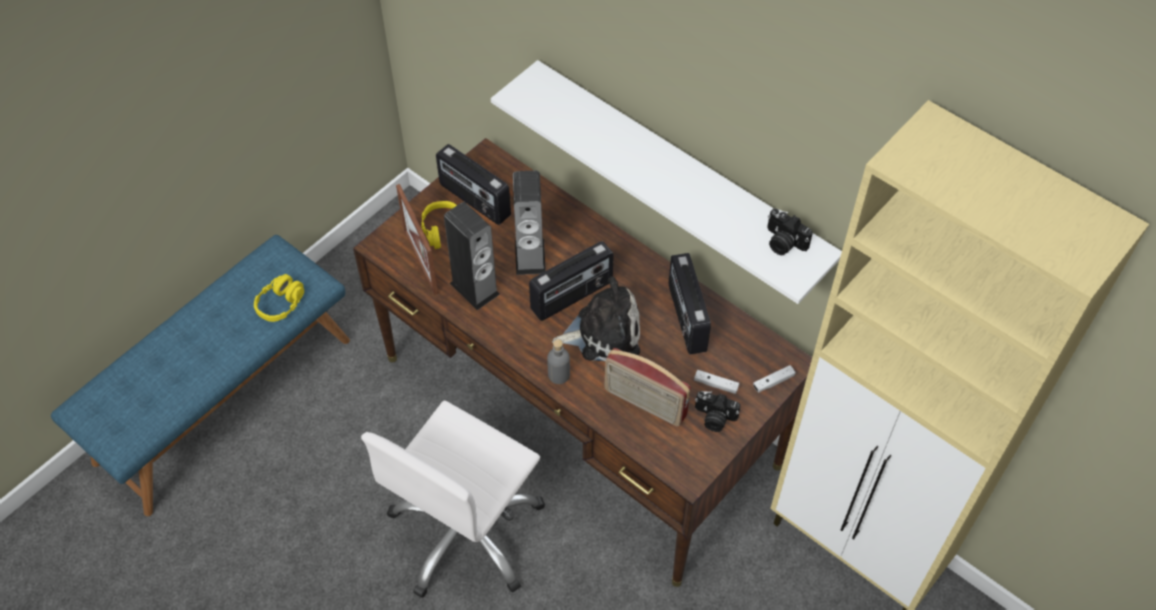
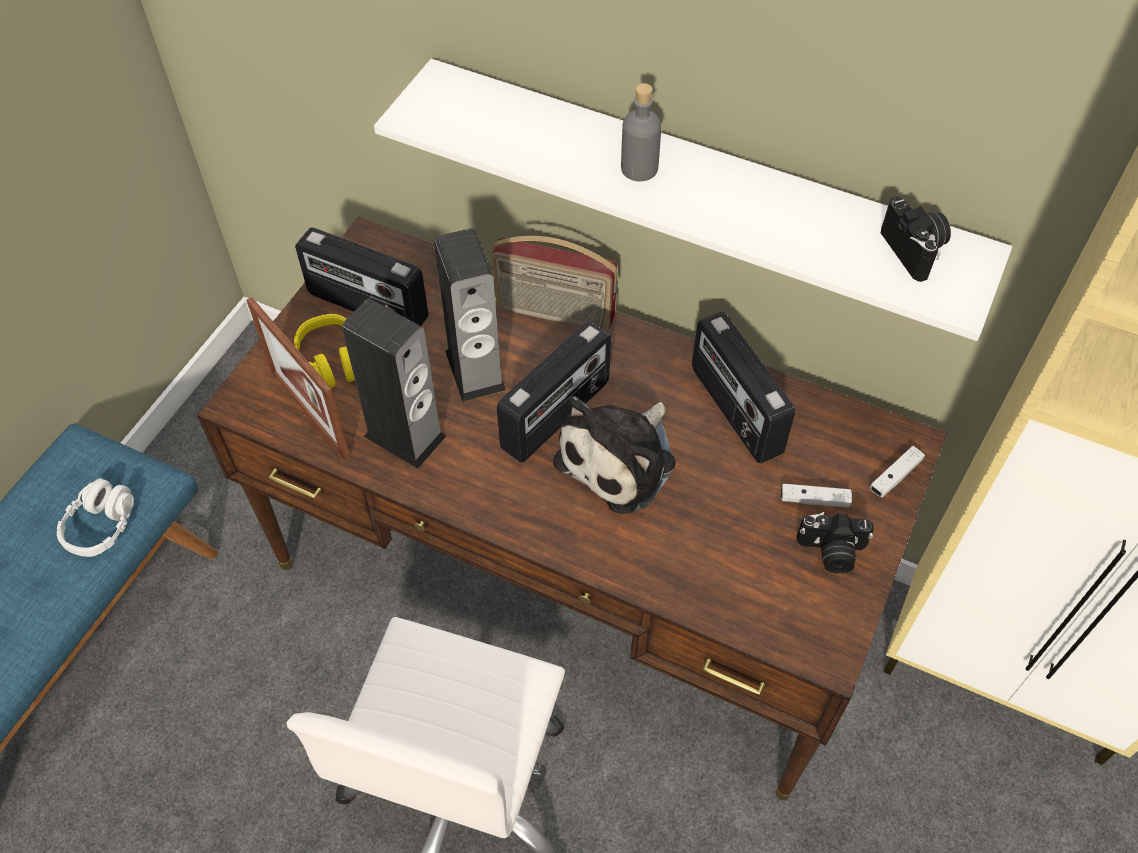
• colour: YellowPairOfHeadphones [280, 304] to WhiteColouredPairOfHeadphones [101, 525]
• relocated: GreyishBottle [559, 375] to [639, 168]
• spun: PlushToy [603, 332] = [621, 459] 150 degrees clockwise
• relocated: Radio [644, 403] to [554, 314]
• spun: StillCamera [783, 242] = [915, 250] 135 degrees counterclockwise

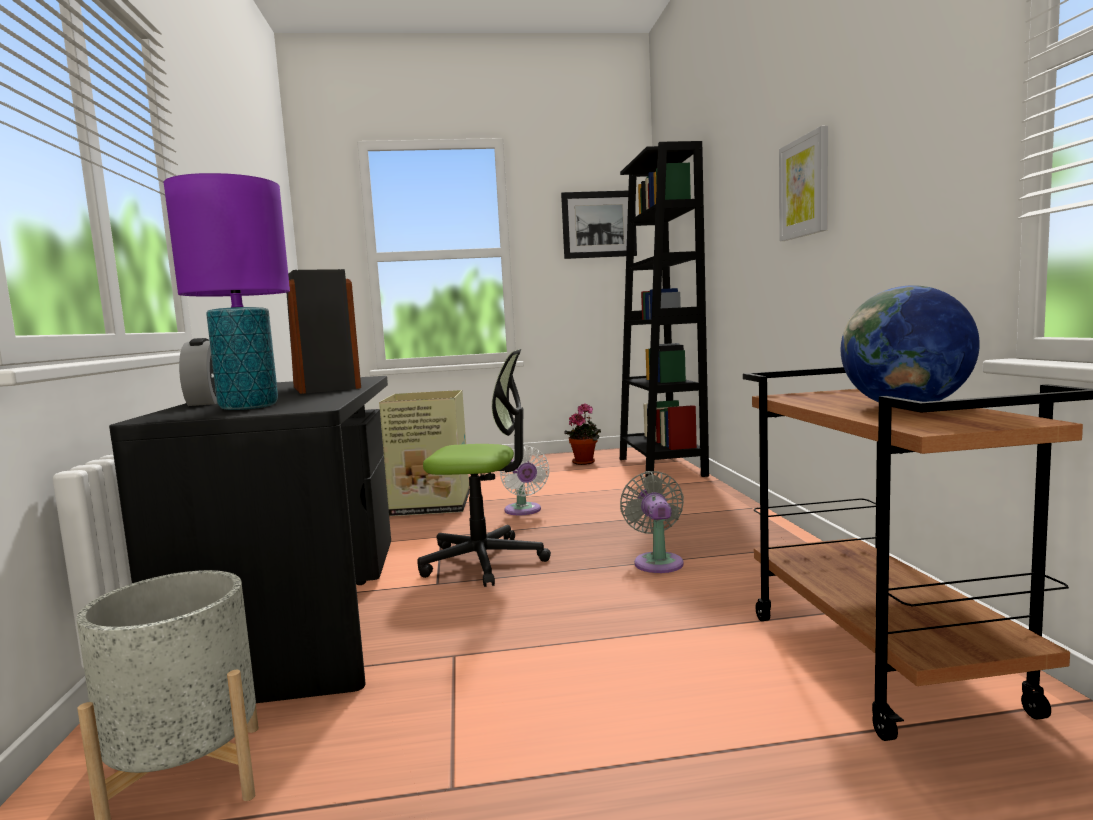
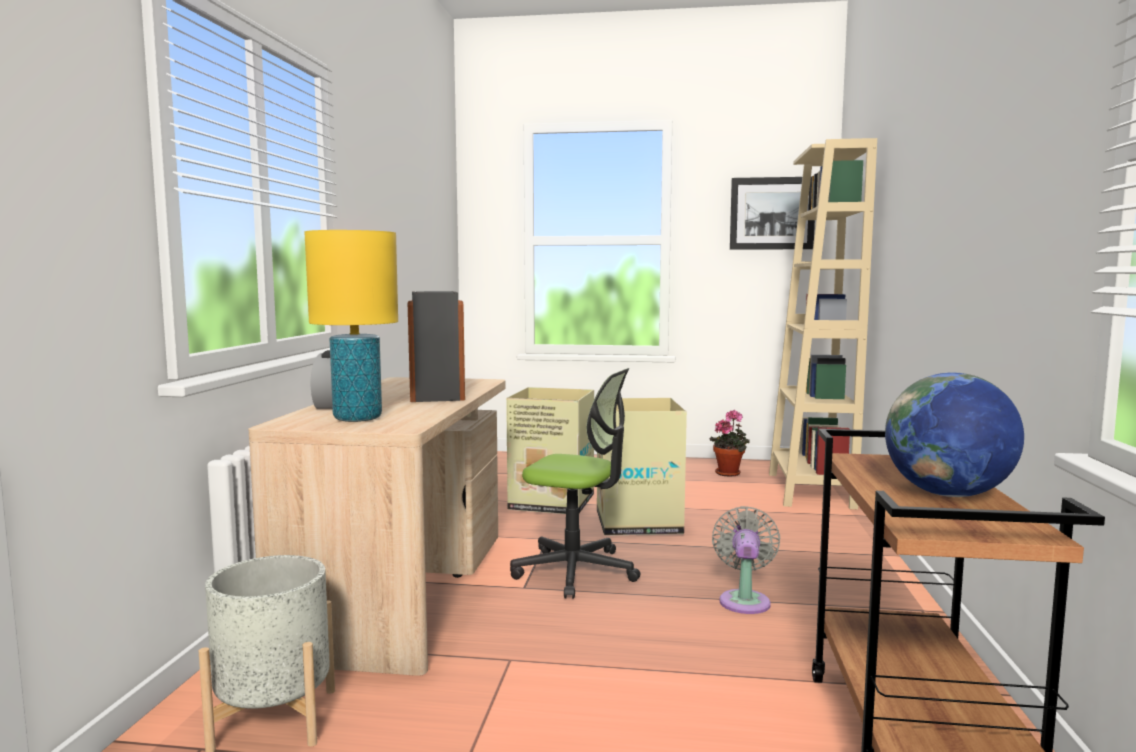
• colour: BlackDeskTable [307, 607] to BeigeDeskTable [405, 591]
• colour: PurpleTabletopLamp [248, 407] to YellowTabletopLamp [357, 418]
• exchanged: WhiteColouredFan [523, 511] to PackingBox [638, 522]
• colour: BlackShelvingUnit [661, 467] to BeigeShelvingUnit [810, 490]
• missing: WallArt [805, 187]

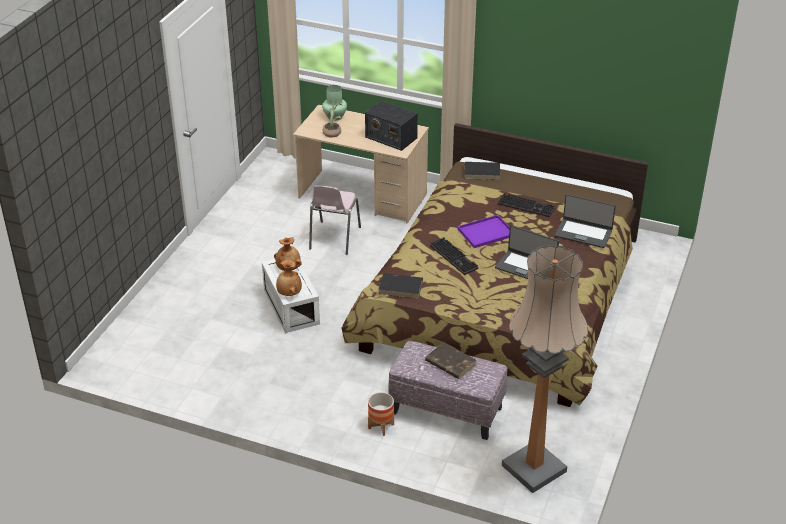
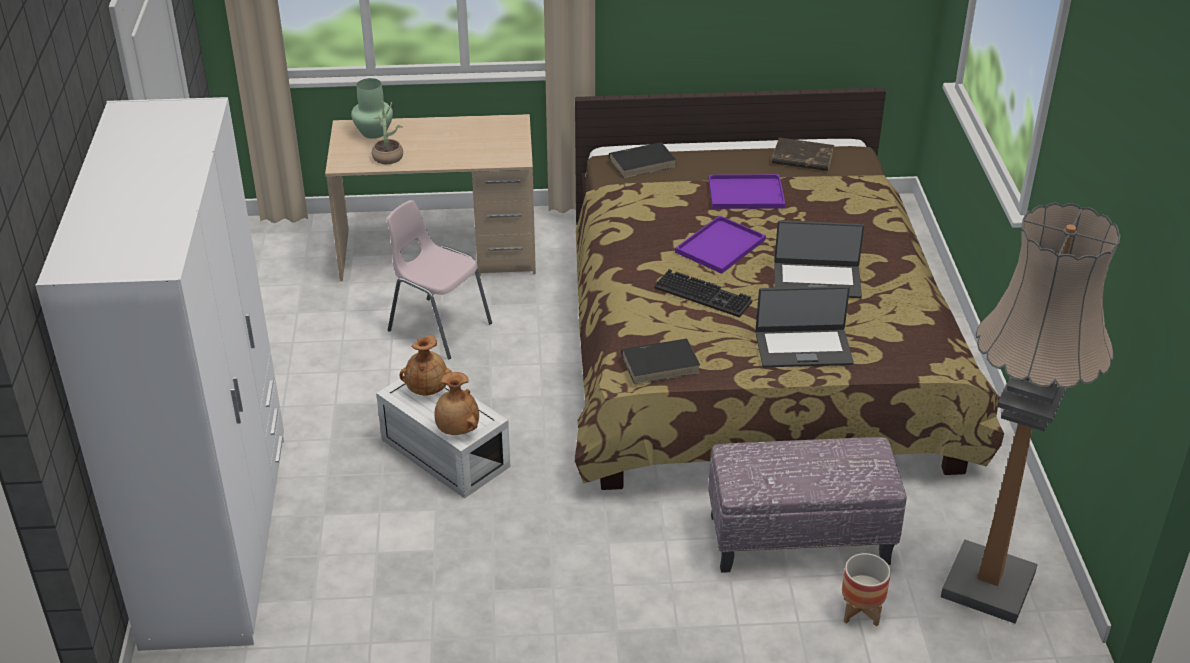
• spun: PinkishChair [334, 238] = [438, 327] 135 degrees clockwise
• missing: Radio [391, 137]
• relocated: PlantPot [381, 426] to [861, 612]
• relocated: BrownColouredBoundBook [450, 363] to [801, 158]
• exchanged: ComputerKeyboard [527, 206] to PurpleTray [747, 193]
• relocated: PortableComputer [583, 233] to [803, 348]
• appeared: WhiteColouredWardrobe [218, 537]

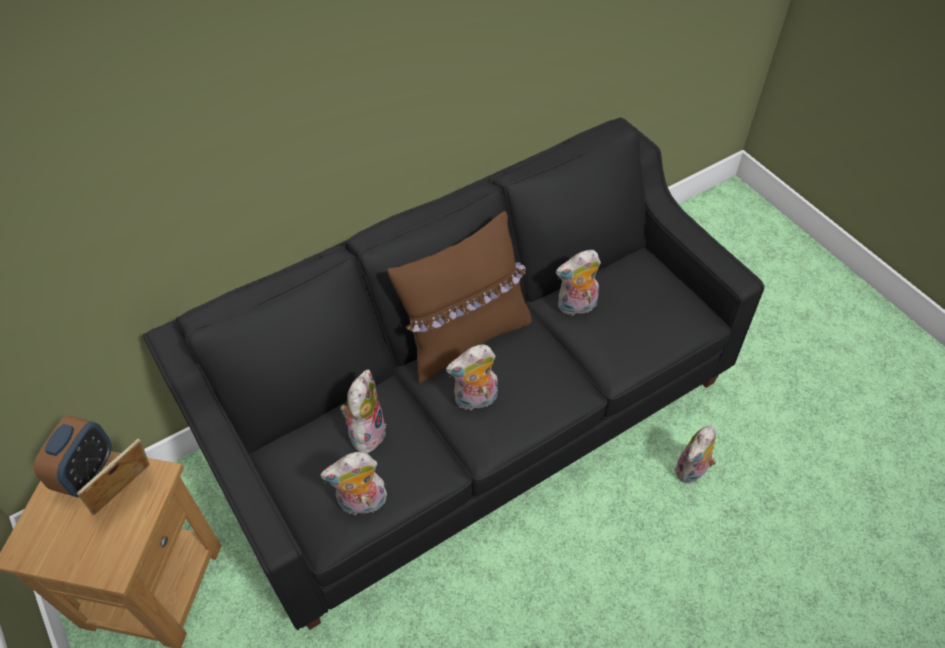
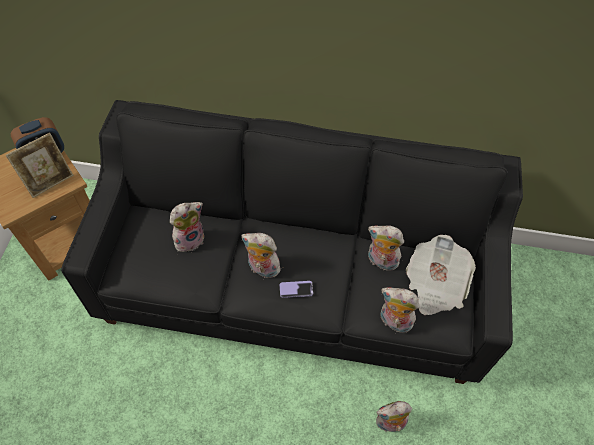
• spun: PhotoFrame [129, 496] = [49, 181] 150 degrees clockwise
• relocated: PlushToy [362, 504] to [393, 322]
• missing: BrownColouredCushion [465, 337]
• appeared: Handset [296, 290]
• appeared: PrintedPaper [435, 285]

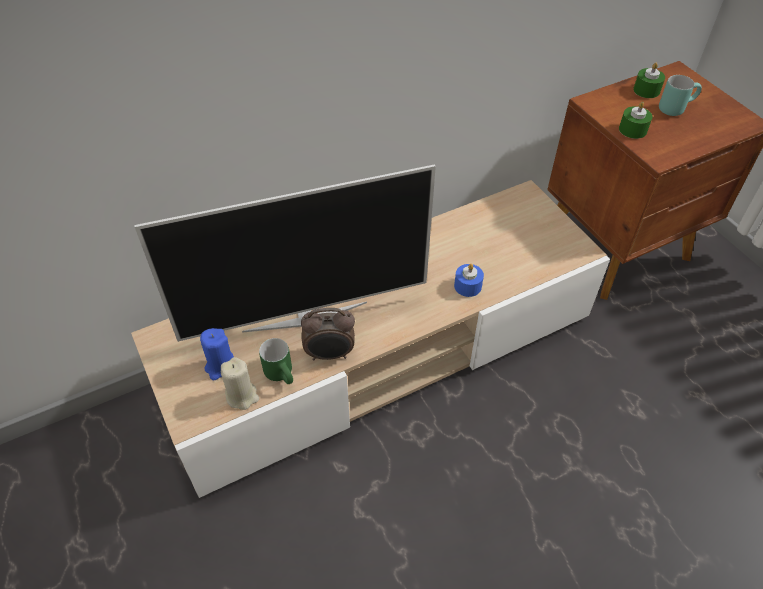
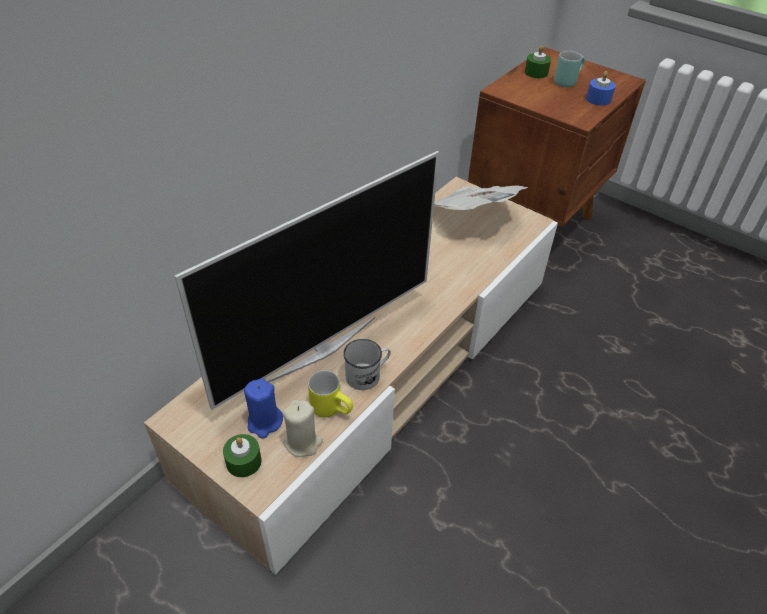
• colour: GreenMug [283, 374] to YellowMug [333, 408]
• exchanged: BedsideClock [330, 354] to WhiteColouredMug [367, 375]
• relocated: BluishCandle [467, 286] to [598, 99]
• relocated: GreenCandle [632, 130] to [243, 461]
• appeared: PrintedPaper [473, 216]

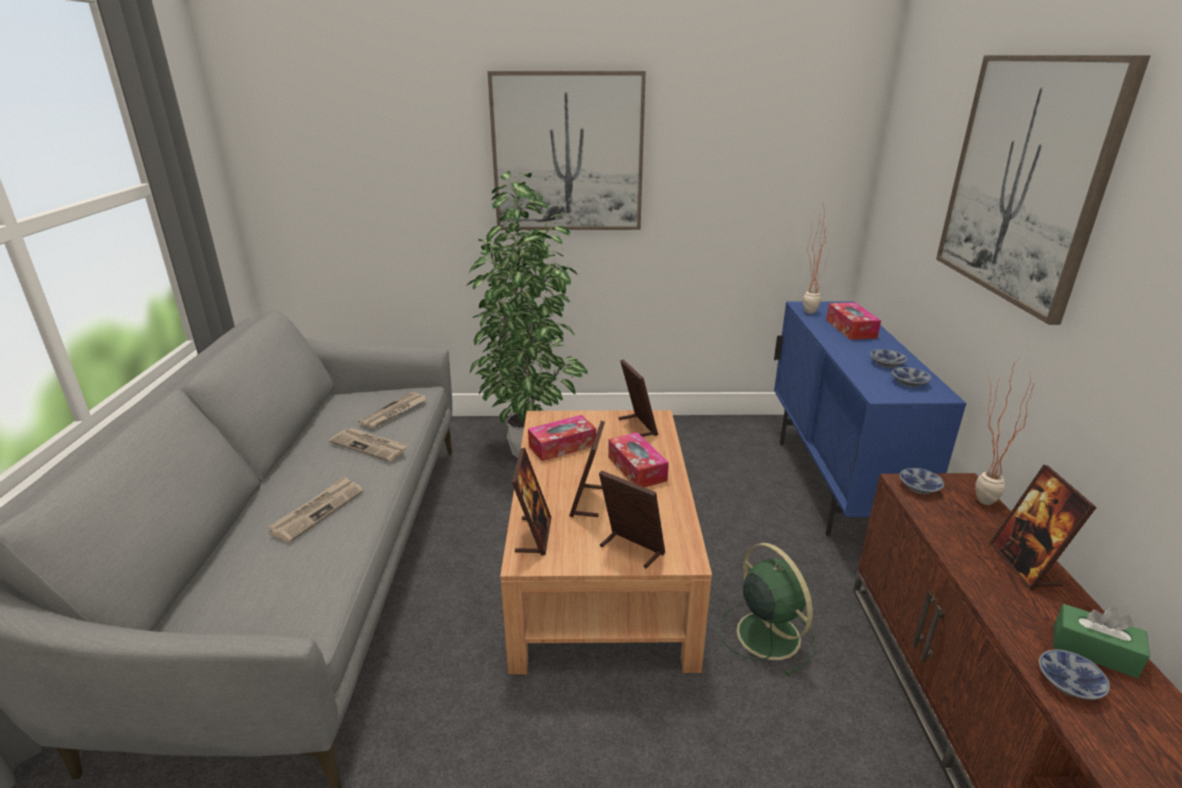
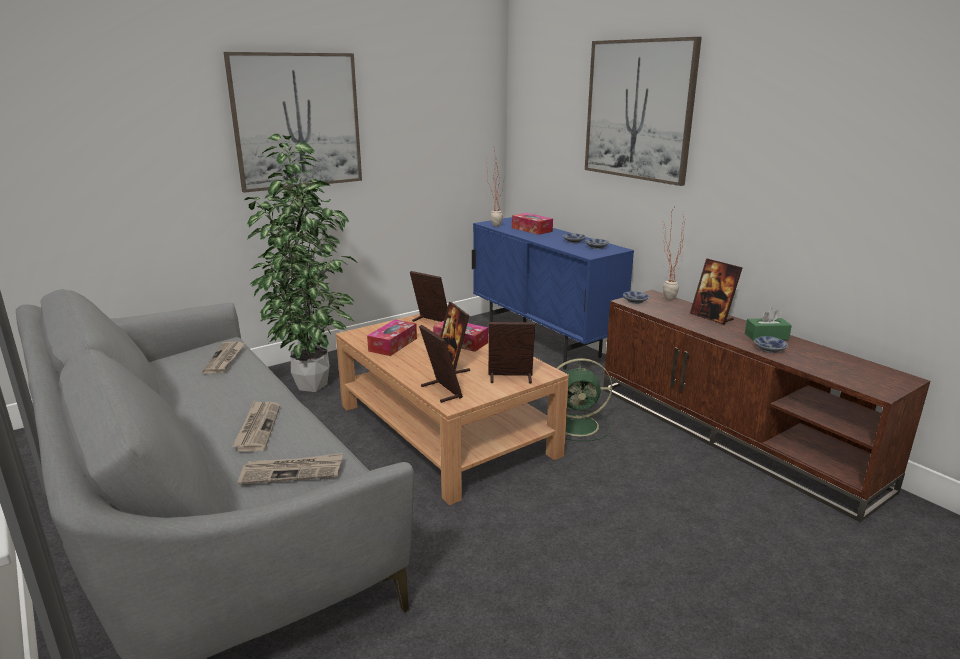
• relocated: PrintedPaper [370, 446] to [292, 471]
• spun: GreenFan [766, 633] = [579, 425] 150 degrees clockwise

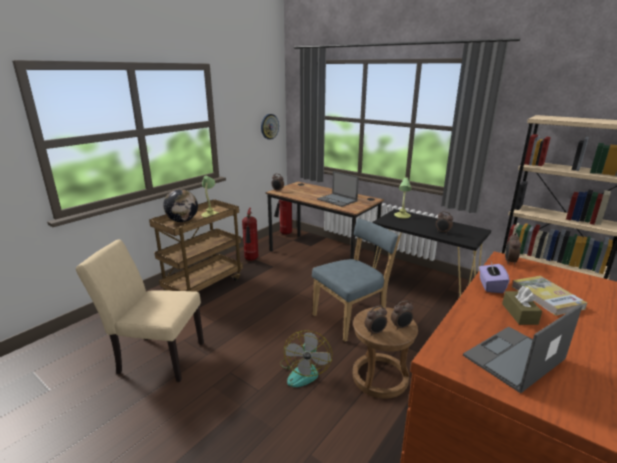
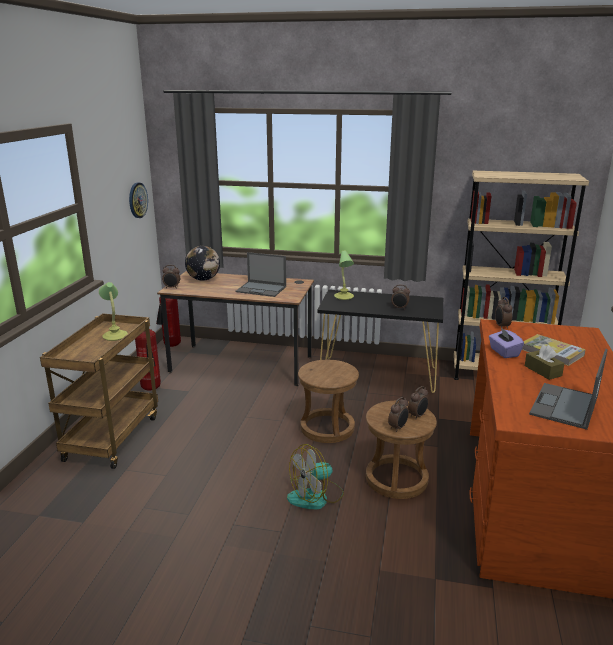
• missing: BeigeChair [155, 357]
• relocated: WorldGlobe [182, 221] to [203, 279]
• spun: Fan [304, 371] = [316, 496] 75 degrees clockwise
• exchanged: BluishChair [352, 318] to BrownColouredStoolSeat [327, 428]

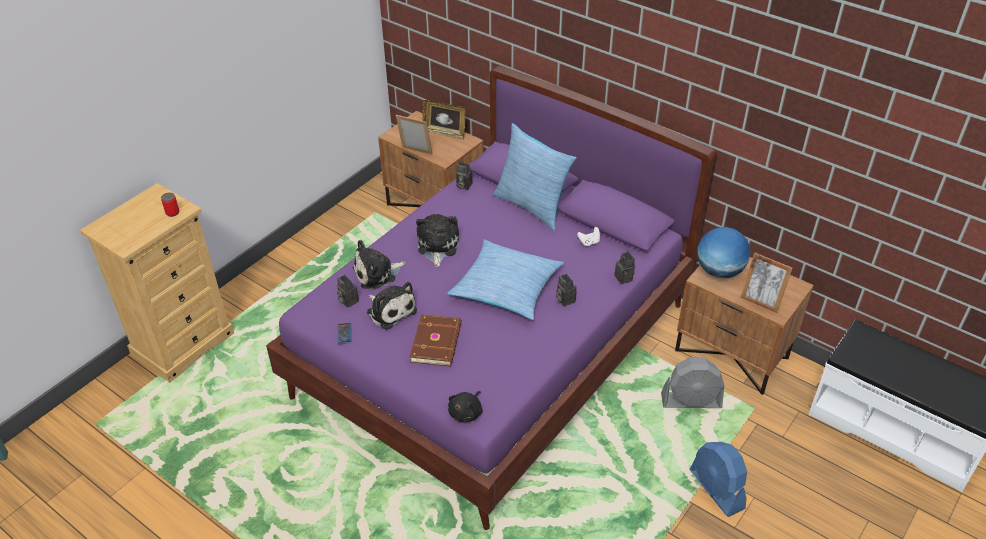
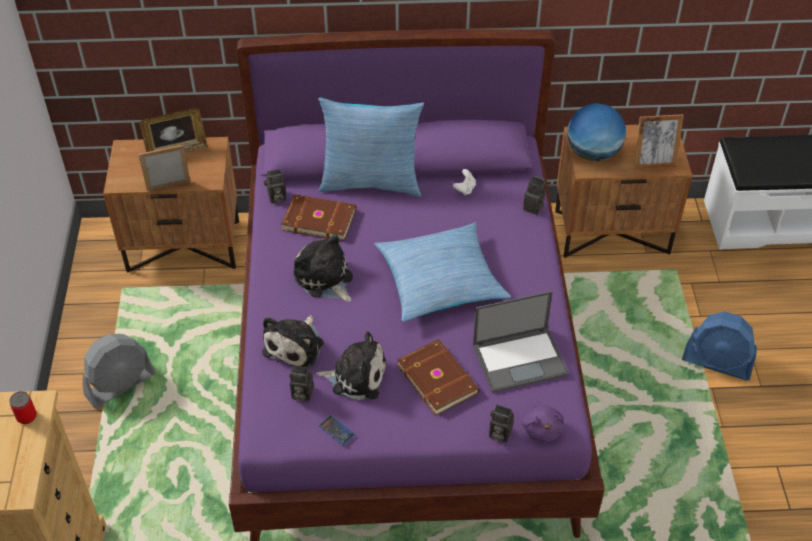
• colour: BlackPlushToy [466, 413] to PurplePlushToy [542, 428]
• relocated: StillCamera [564, 299] to [498, 434]
• relocated: GreyishFan [691, 401] to [120, 385]
• appeared: BrownColouredBoundBook [319, 219]
• appeared: PortableComputer [520, 359]

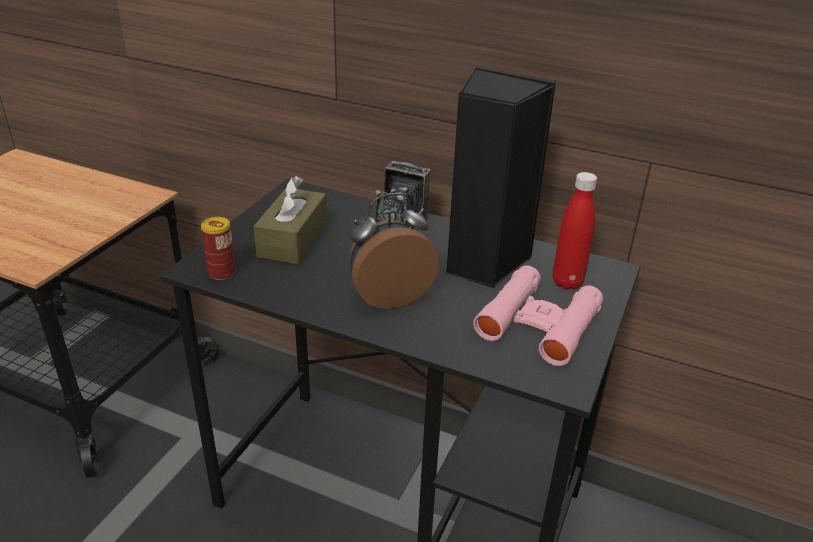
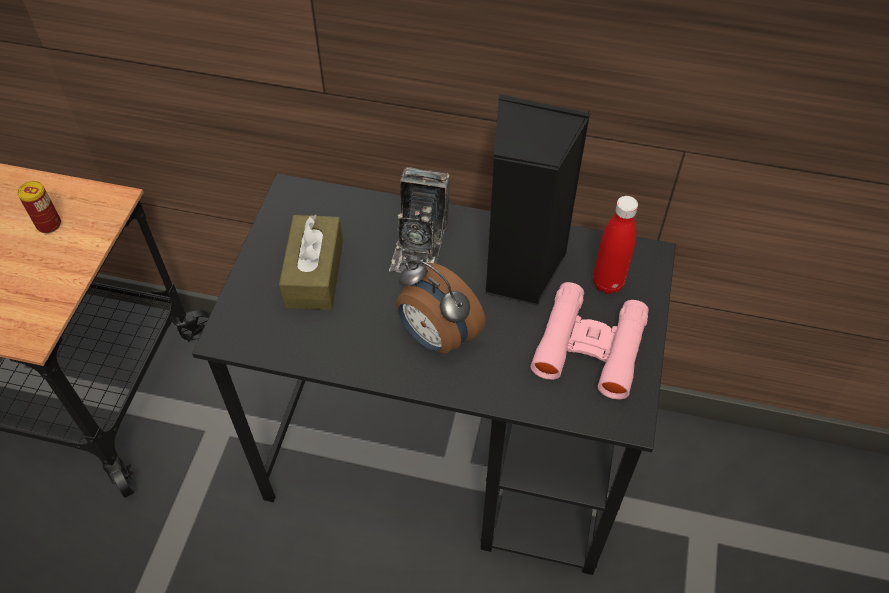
• relocated: SealedCan [222, 272] to [49, 224]
• spun: BedsideClock [389, 296] = [436, 337] 105 degrees counterclockwise

